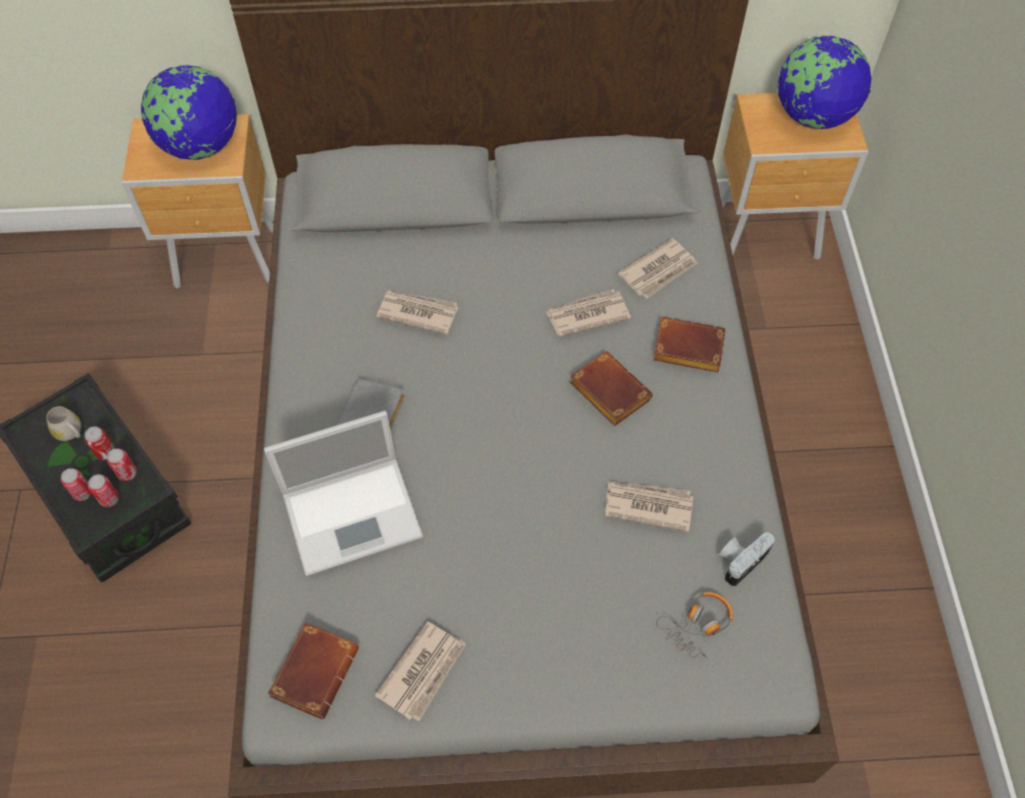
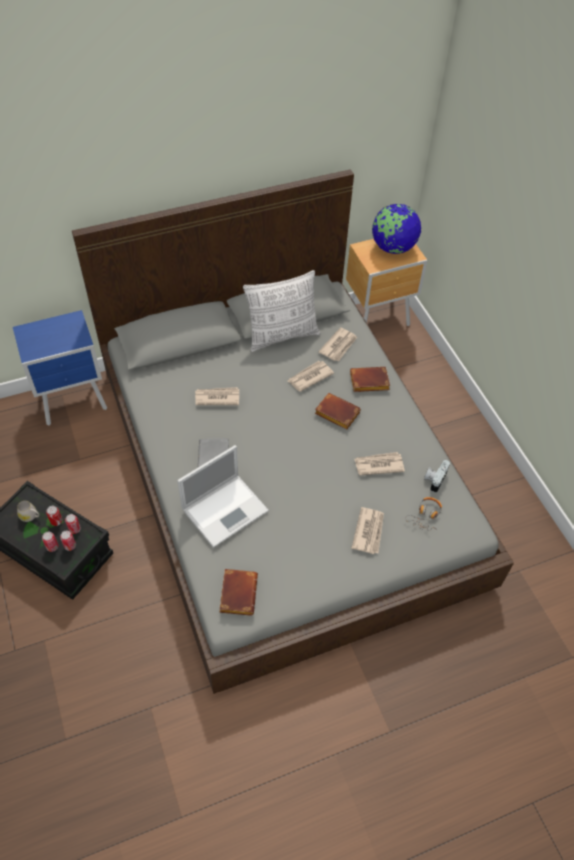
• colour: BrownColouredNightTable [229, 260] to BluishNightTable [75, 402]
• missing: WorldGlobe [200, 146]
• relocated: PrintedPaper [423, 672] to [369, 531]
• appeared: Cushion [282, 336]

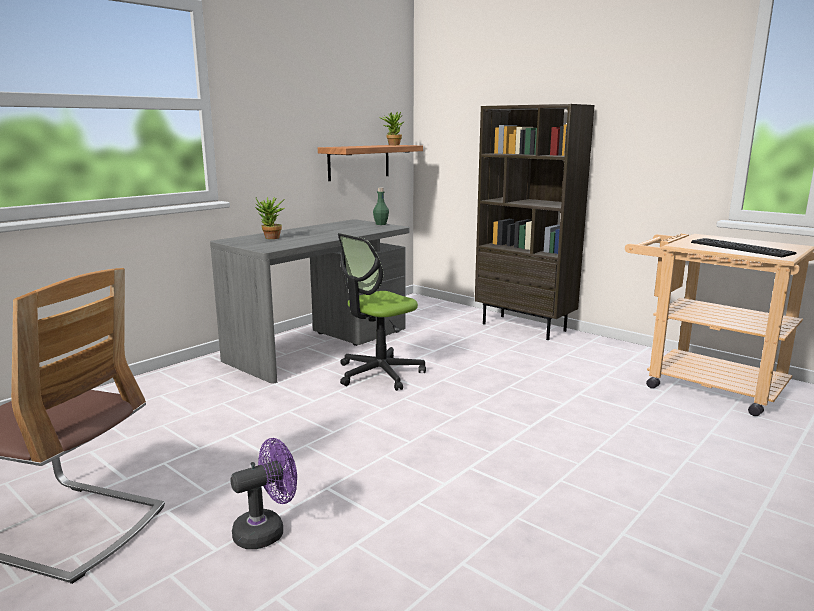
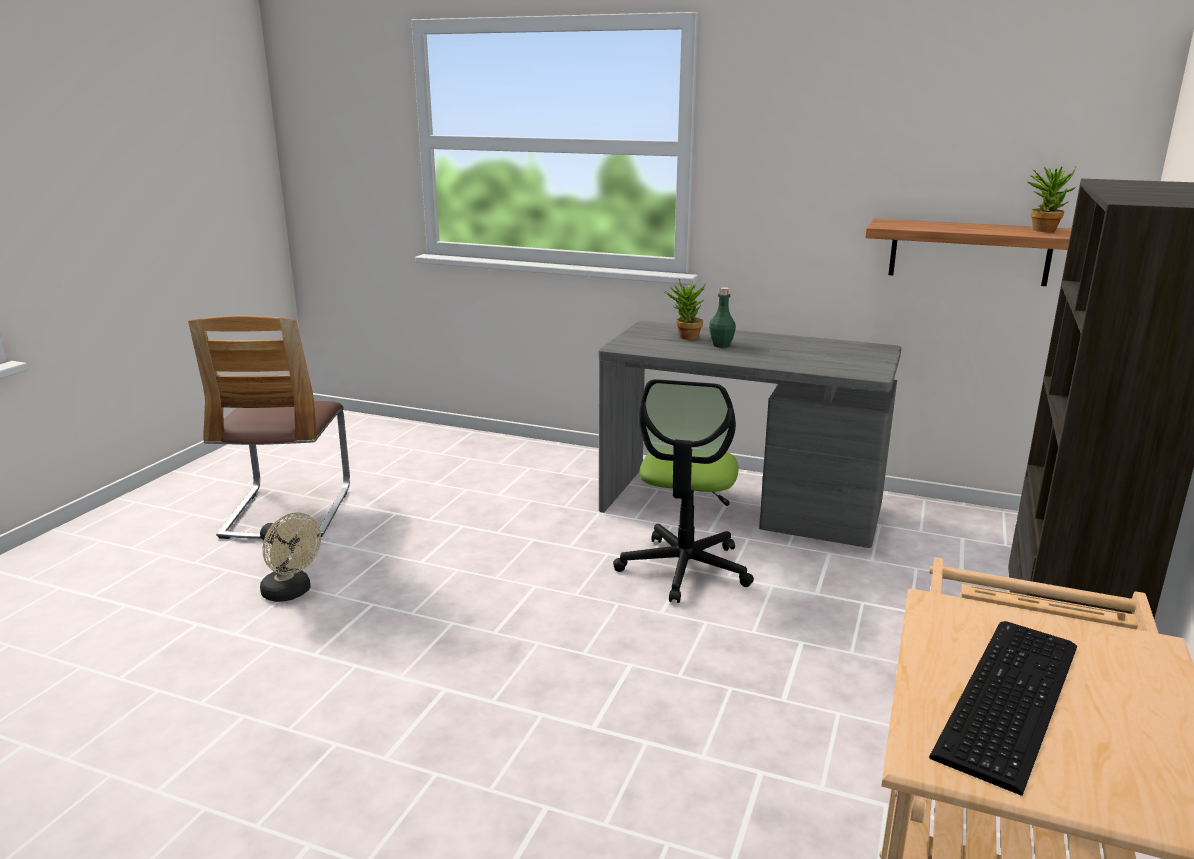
• colour: PurpleFan [267, 531] to BeigeFan [291, 593]
• spun: DeskChair [379, 373] = [684, 568] 105 degrees counterclockwise
• relocated: GreenBottle [381, 224] to [721, 345]

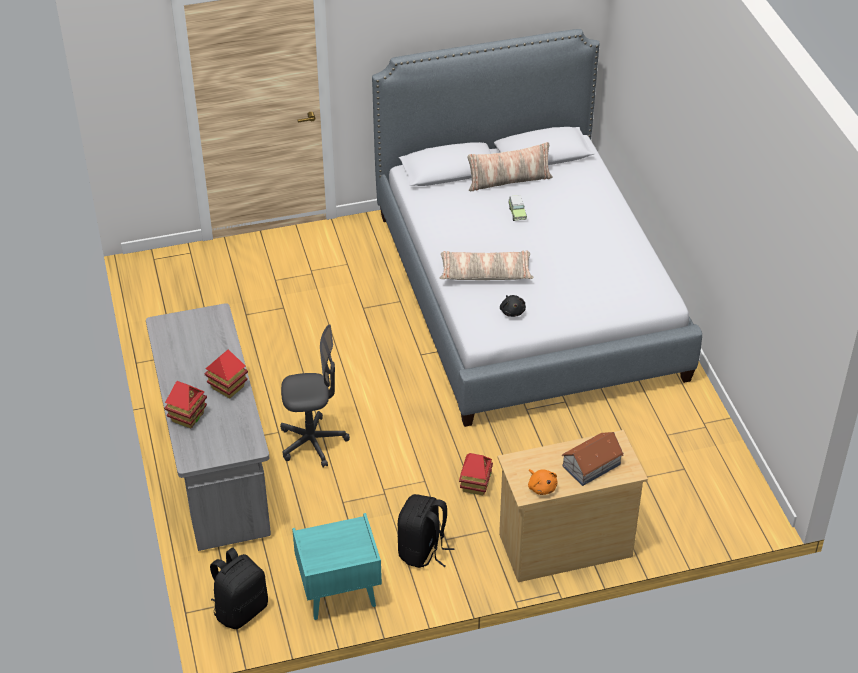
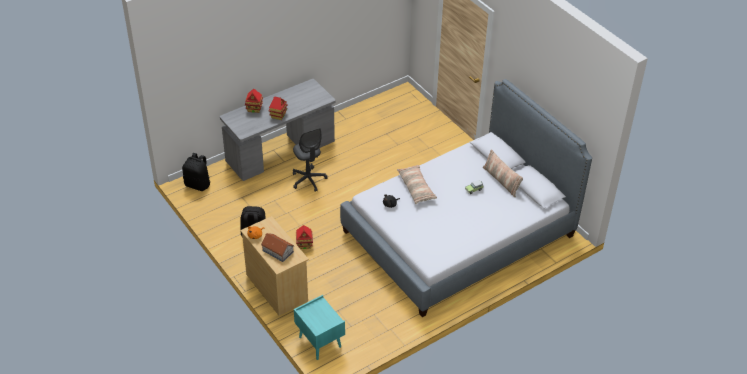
• relocated: BlueGreenNightTable [338, 593] to [319, 342]

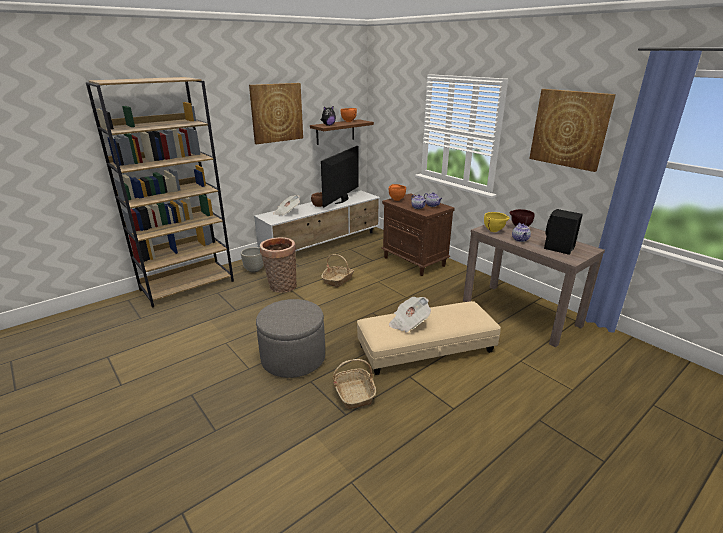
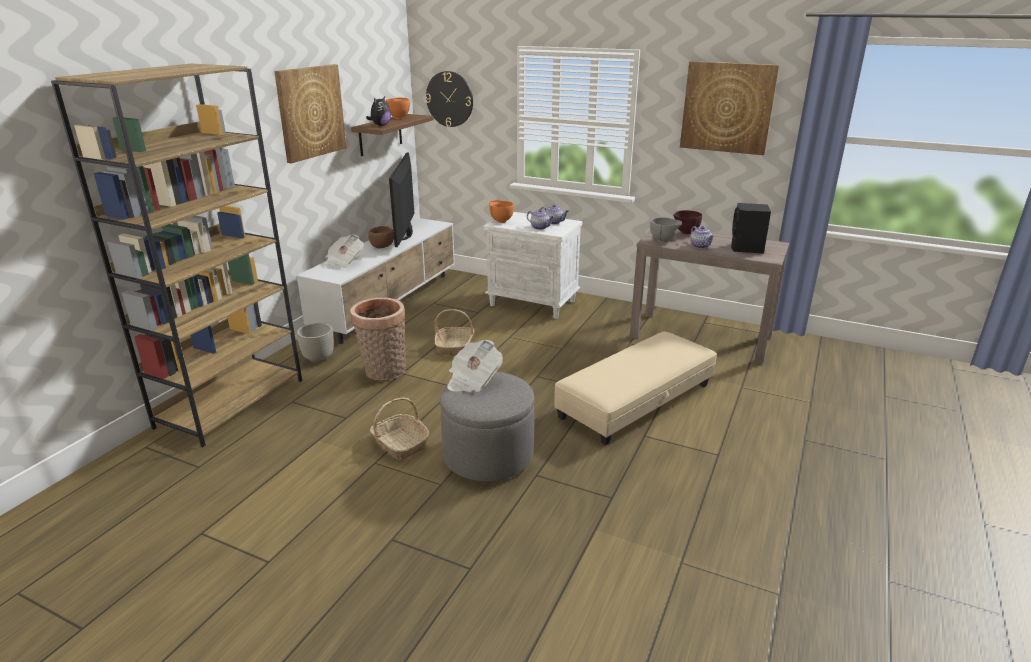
• relocated: StorageBasket [354, 393] to [400, 443]
• colour: BrownColouredNightTable [414, 261] to WhiteColouredNightTable [533, 303]
• relocated: PrintedPaper [408, 323] to [473, 380]
• colour: YellowServingBowl [494, 231] to GreyishServingBowl [664, 241]
• appeared: ClockOnTheWall [449, 99]

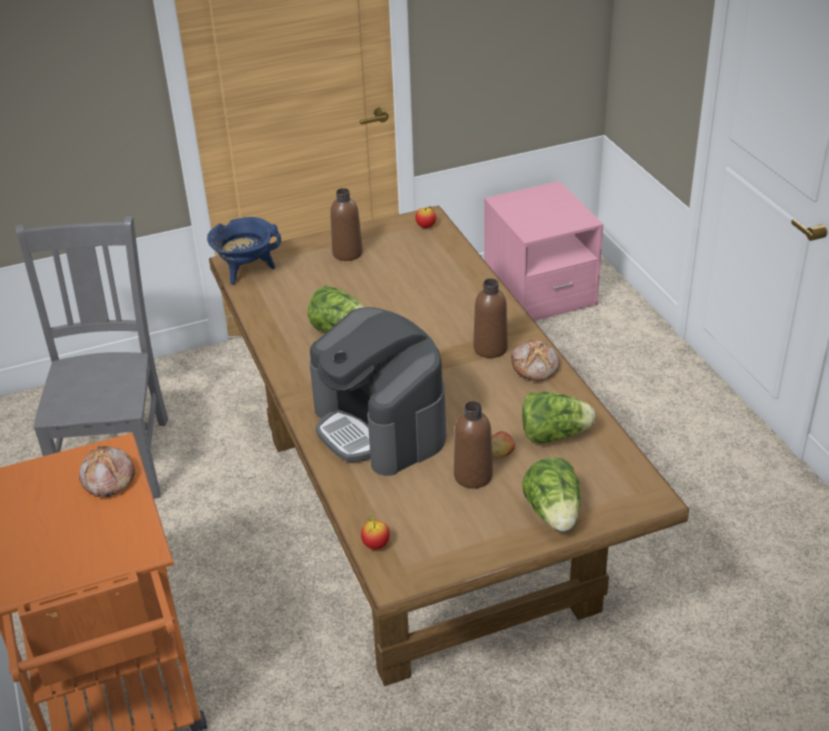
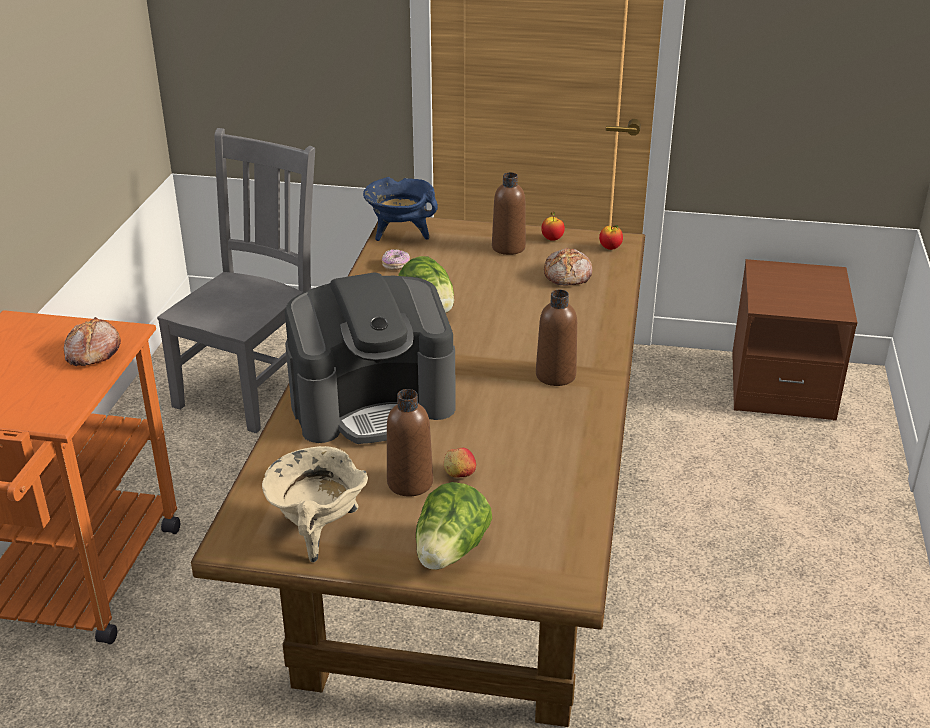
• spun: CoffeeMachine [380, 426] = [373, 404] 105 degrees counterclockwise
• relocated: WholeApple [375, 545] to [552, 239]
• colour: PinkishNightTable [539, 292] to BrownColouredNightTable [781, 386]
• relocated: BakedBread [535, 367] to [568, 276]
• missing: LettuceHead [554, 435]
• appeared: BeigeCookingPot [317, 532]
• appeared: RingDoughnut [396, 265]

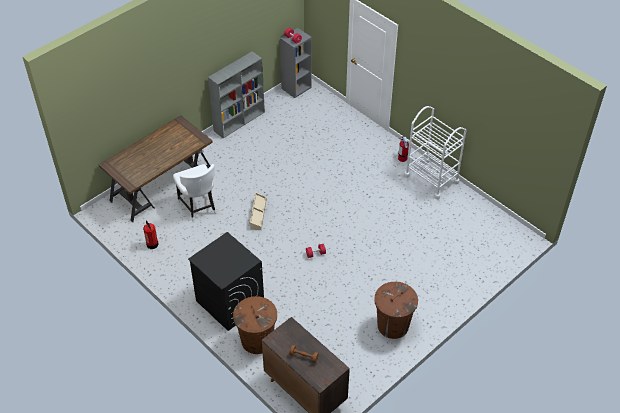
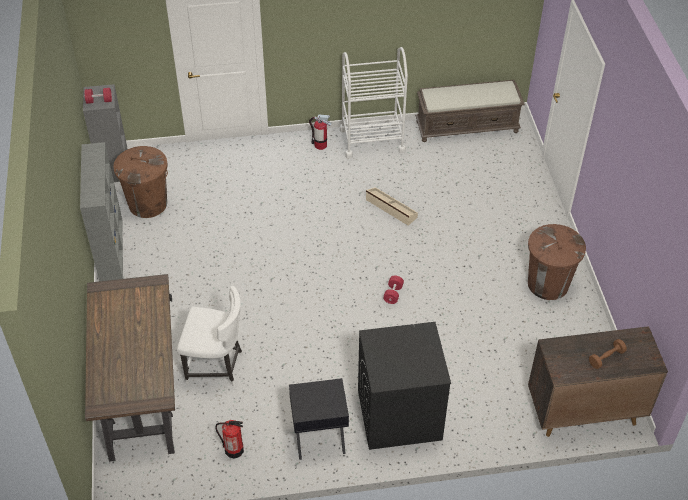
• relocated: BrownColouredWasteBin [257, 340] to [148, 204]
• relocated: BeigeStorageContainer [257, 214] to [391, 209]
• appeared: BlackNightTable [319, 438]
• appeared: BrownColouredLongSeat [467, 126]

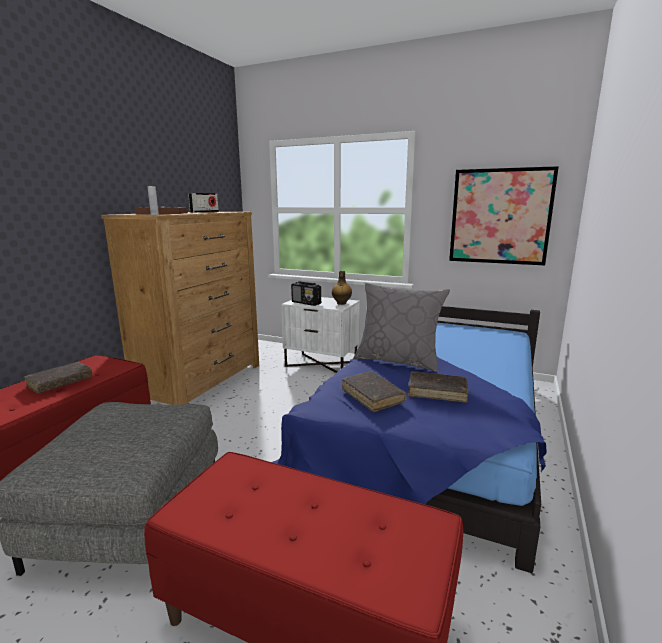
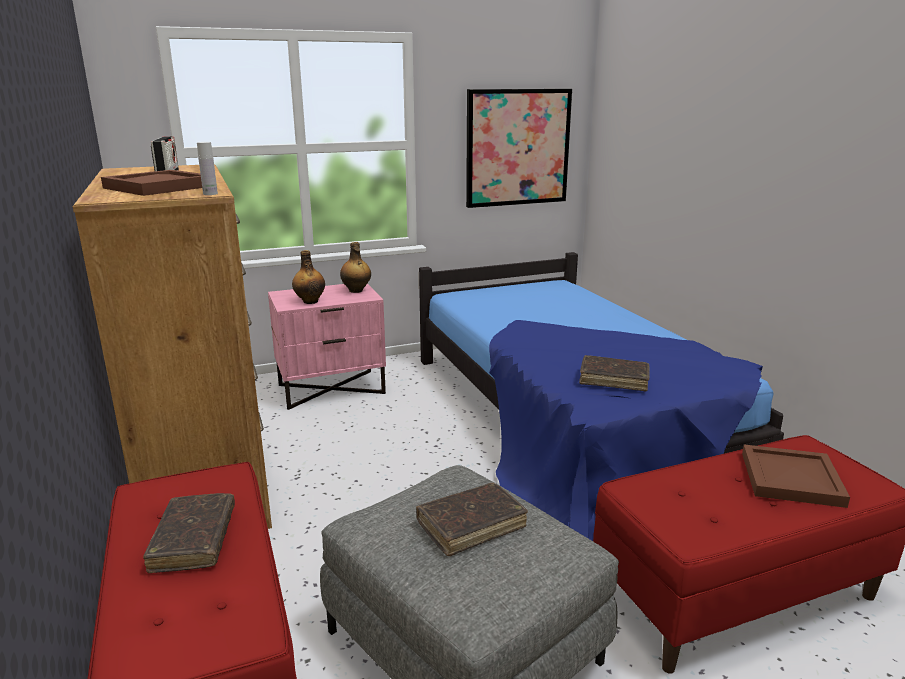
• colour: WhiteColouredNightTable [322, 364] to PinkishNightTable [331, 388]
• exchanged: Radio [306, 303] to Bottle [310, 301]
• missing: GreyishCushion [398, 360]
• relocated: BrownColouredBoundBook [437, 392] to [471, 526]
• appeared: BrownColouredTray [790, 479]

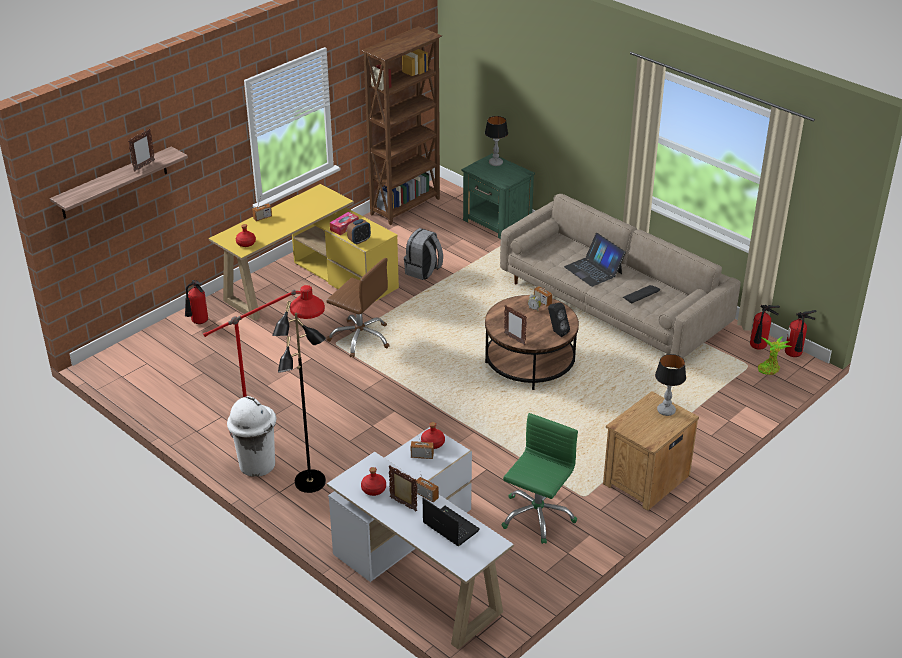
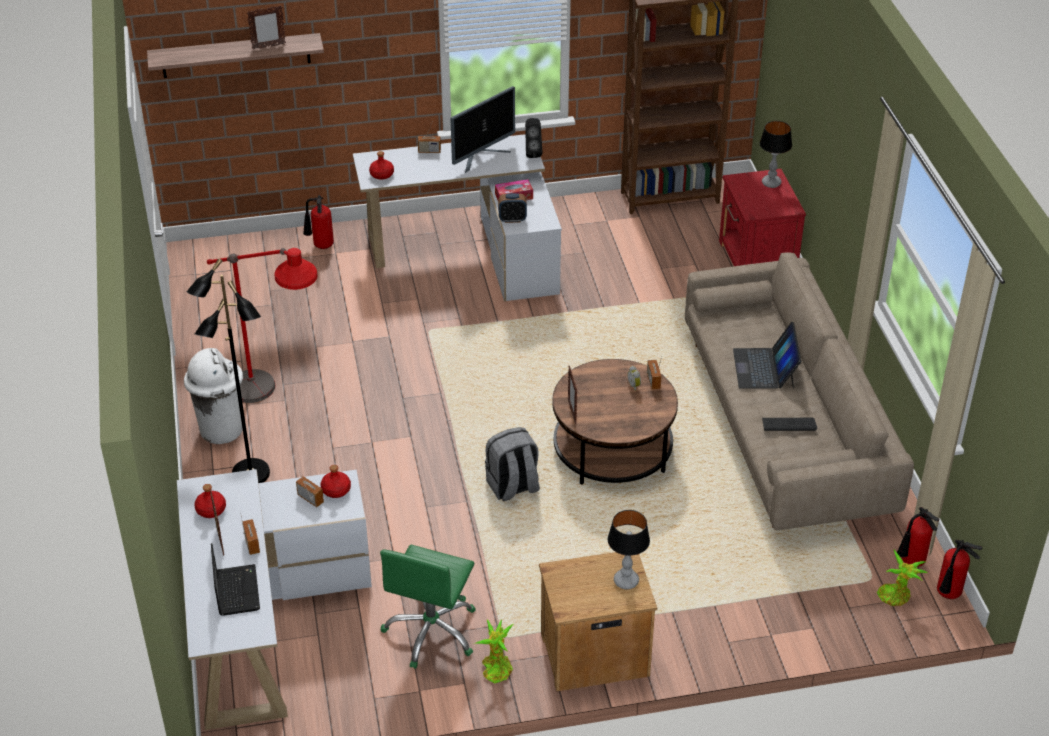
• colour: YellowDeskTable [309, 284] to WhiteColouredDeskTable [472, 250]
• missing: BrownColouredDeskChair [360, 338]
• relocated: GreyishBackpack [423, 271] to [513, 487]
• colour: GreenNightTable [497, 222] to RedColouredNightTable [756, 260]
• spun: GreenDeskChair [537, 516] = [432, 631] 135 degrees clockwise
• relocated: BlackSpeaker [557, 332] to [532, 152]
• appeared: Monitor [482, 156]
• appeared: PlantInAPot [496, 668]

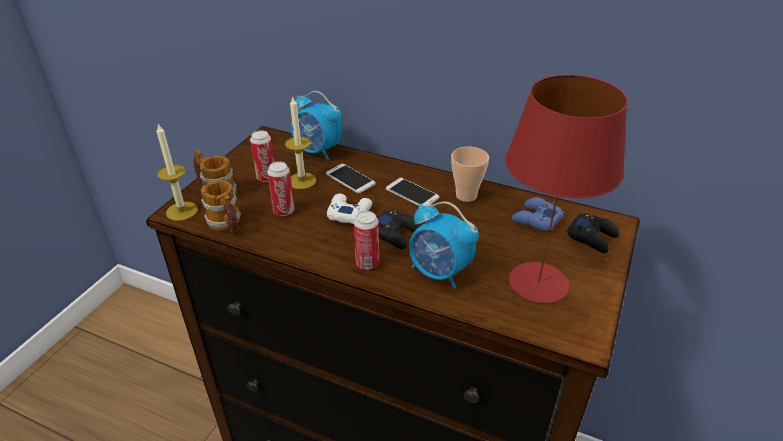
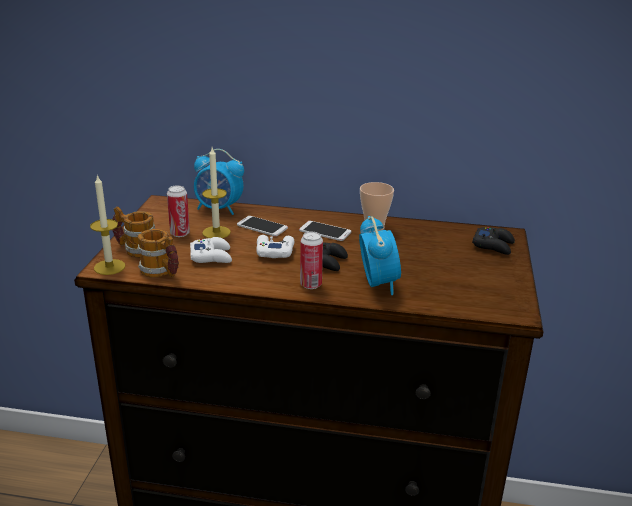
• exchanged: SealedCan [284, 211] to WhiteColouredJoypad [211, 256]
• spun: BedsideClock [439, 272] = [378, 283] 120 degrees counterclockwise
• missing: RedColouredTabletopLamp [539, 282]
• missing: BluishJoypad [536, 219]

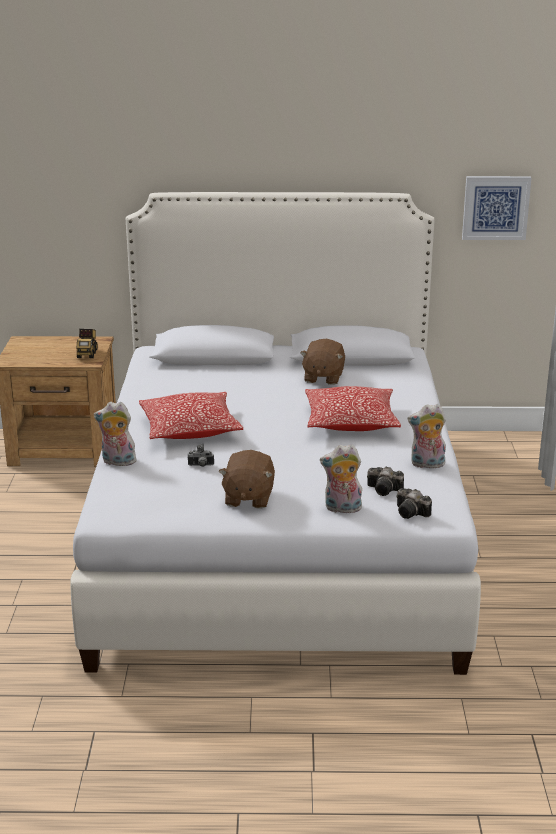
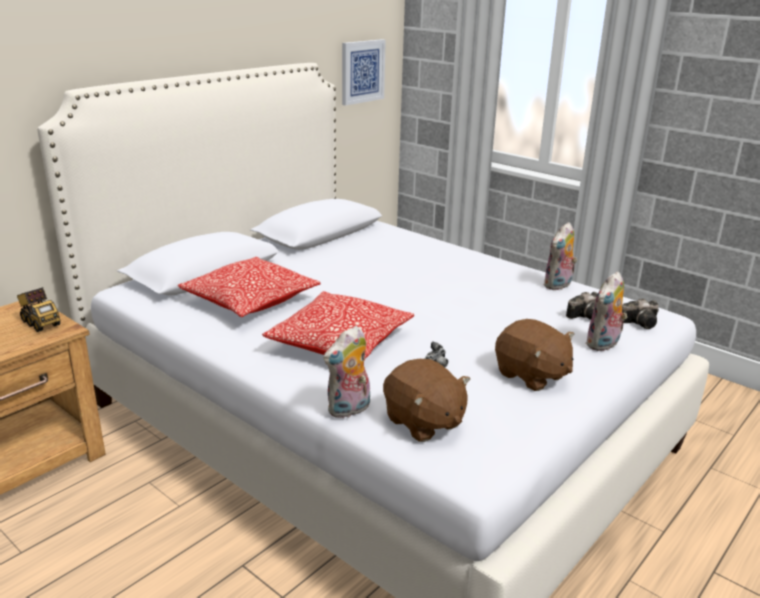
• relocated: BrownColouredPlushToy [323, 377] to [423, 422]
• relocated: Cushion [351, 422] to [250, 301]

